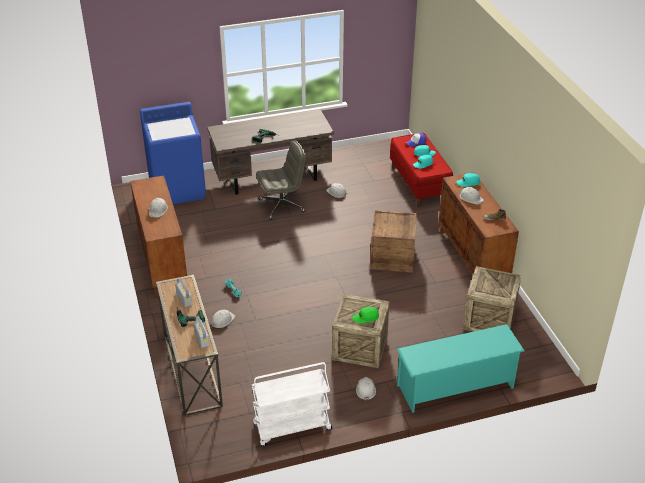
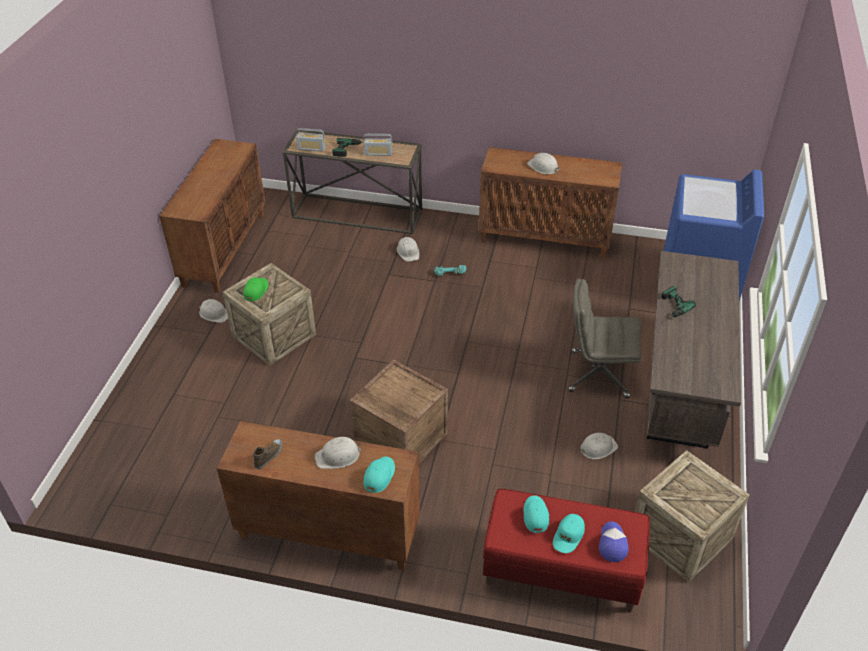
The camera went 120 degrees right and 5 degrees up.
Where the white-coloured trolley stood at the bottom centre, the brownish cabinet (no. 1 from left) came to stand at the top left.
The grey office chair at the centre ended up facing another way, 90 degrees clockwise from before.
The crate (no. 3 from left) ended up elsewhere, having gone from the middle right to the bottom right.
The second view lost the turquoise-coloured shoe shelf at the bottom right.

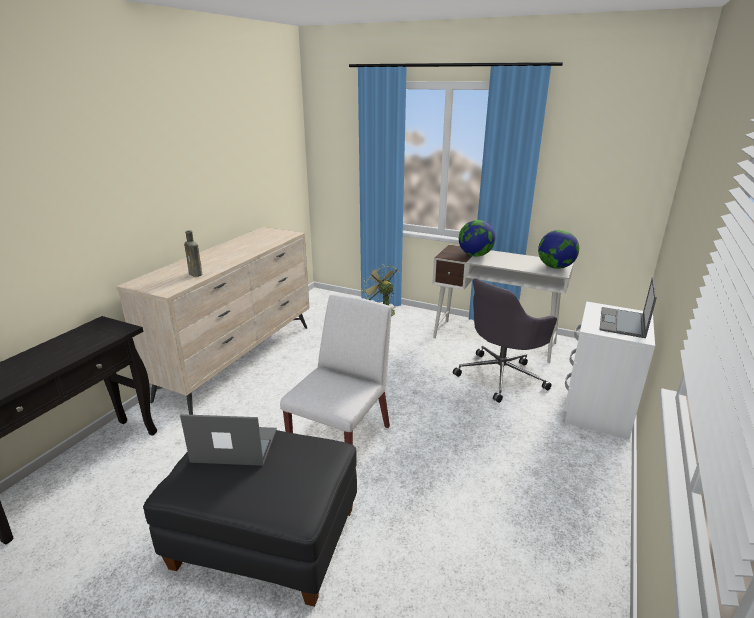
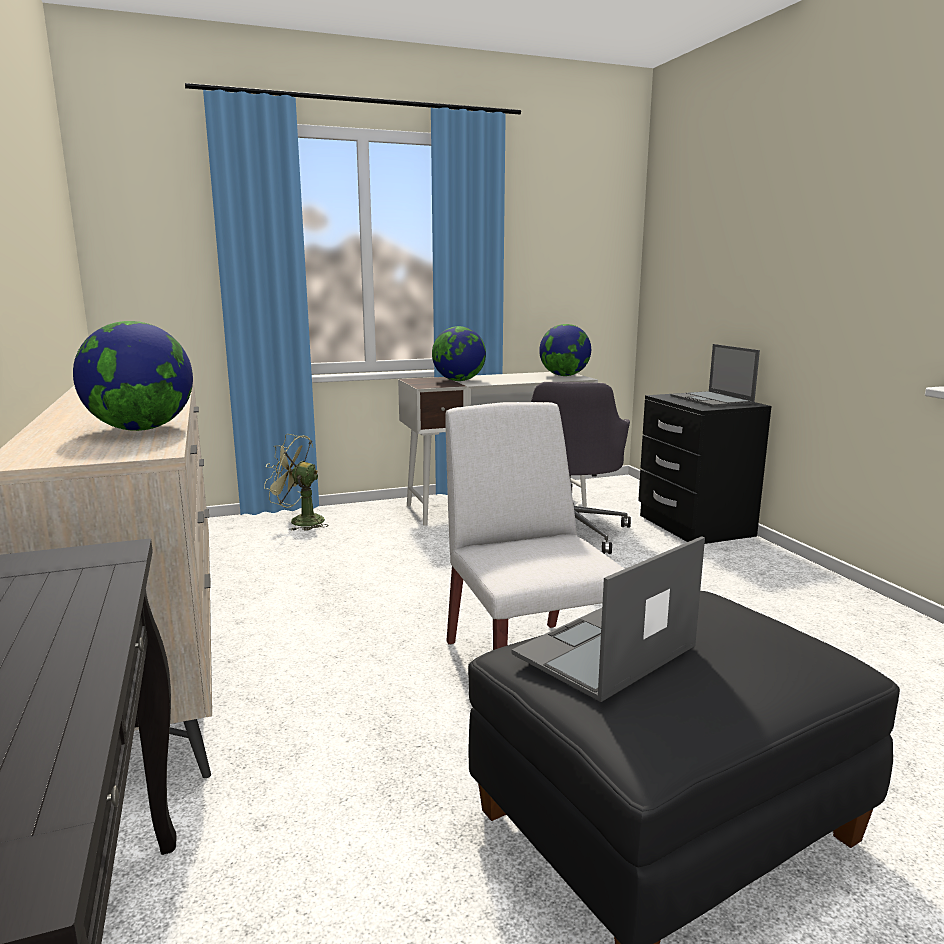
The camera went 45 degrees left and 10 degrees down.
Where the brownish beverage bottle stood at the middle left, the desk globe (no. 1 from left) came to stand at the middle left.
What was the white-coloured bedside table at the middle right turned into the black bedside table at the middle right.

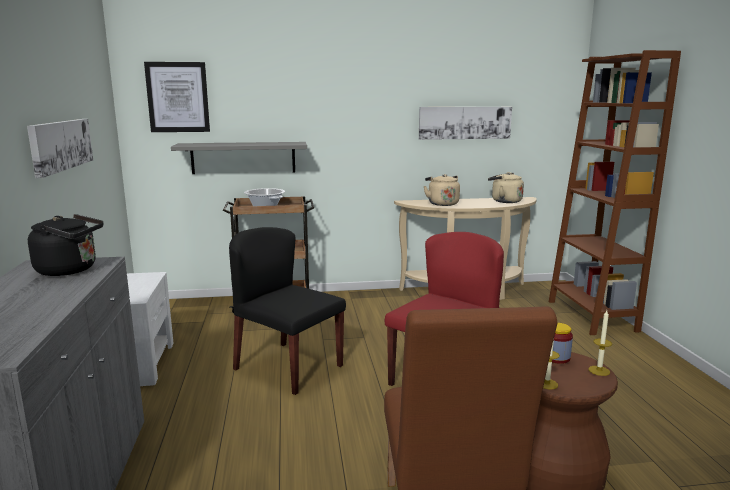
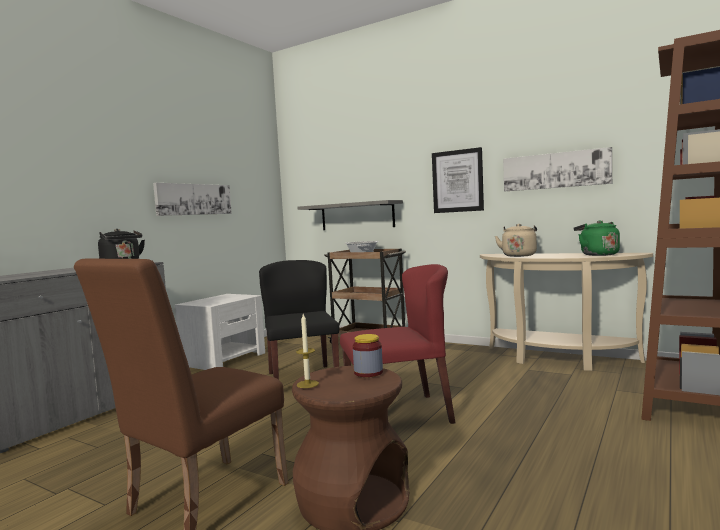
The camera went 40 degrees right and 10 degrees down.
The wall picture (no. 2 from left) ended up elsewhere, having gone from the top left to the centre.
What was the sand-coloured kettle (no. 2 from left) at the middle right turned into the green kettle at the middle right.
The second view lost the wax candle (no. 2 from left) at the bottom right.

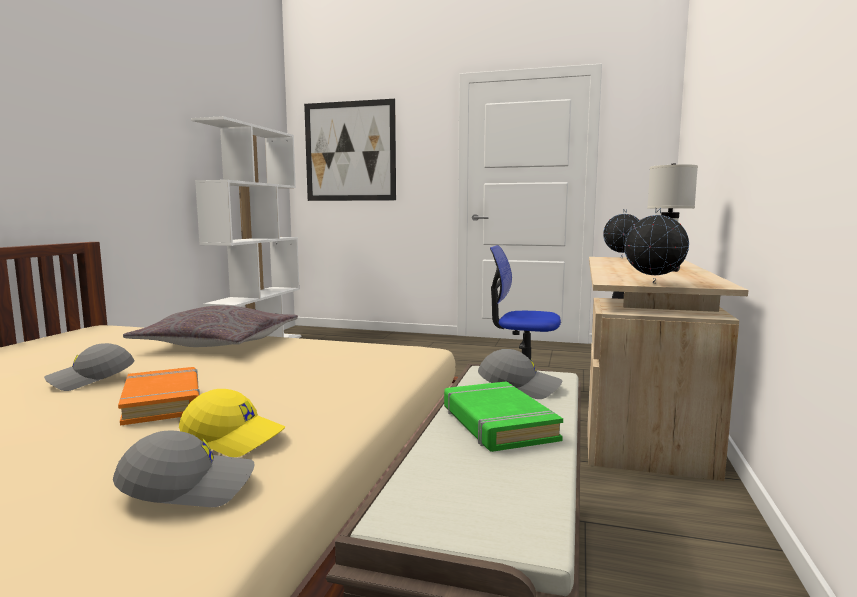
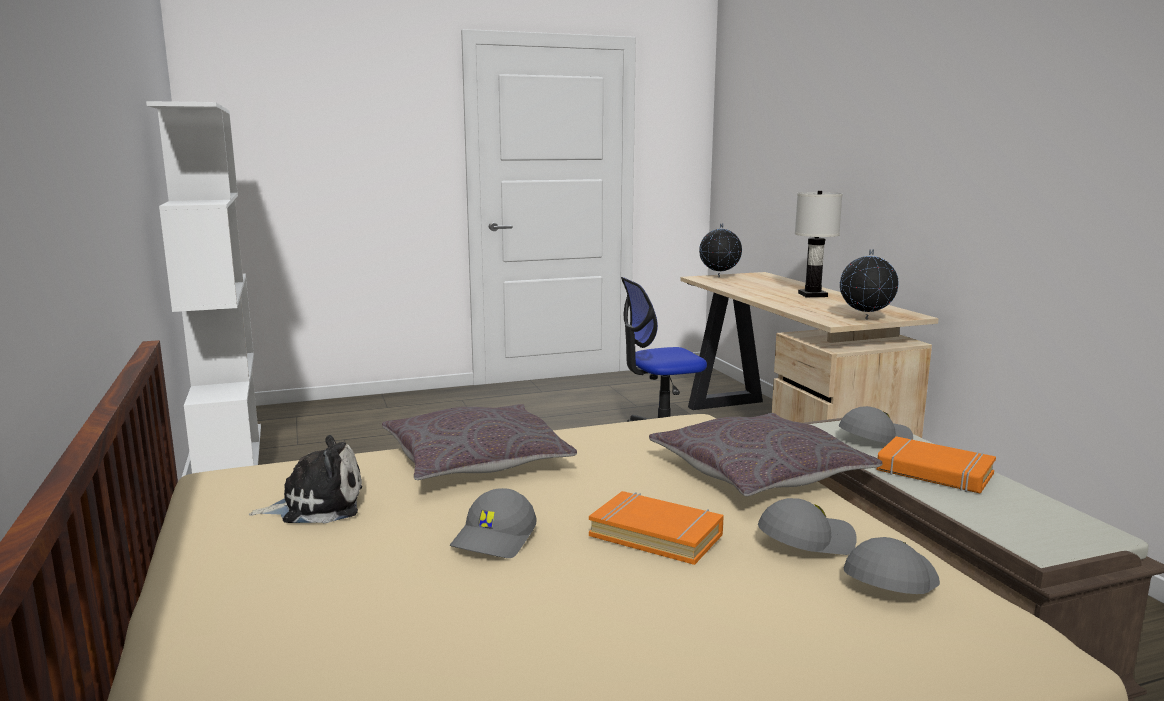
The camera went 35 degrees left and 5 degrees up.
The second view gained the cuddly toy at the bottom left.
The second view gained the grey pillow (no. 2 from left) at the centre.
What was the yellow-coloured baseball cap at the bottom left turned into the grey baseball cap (no. 2 from left) at the bottom right.
What was the green bound book at the bottom centre turned into the orange-coloured bound book (no. 2 from left) at the middle right.
The second view lost the wall picture at the top centre.

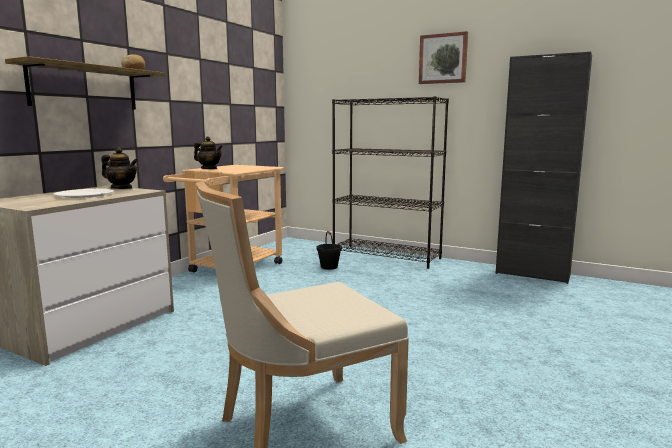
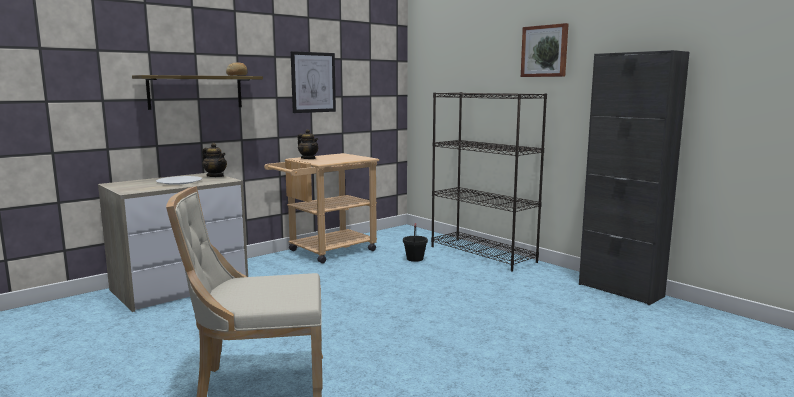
The camera went 20 degrees right and 0 degrees up.
The second view gained the wall picture (no. 1 from left) at the top centre.

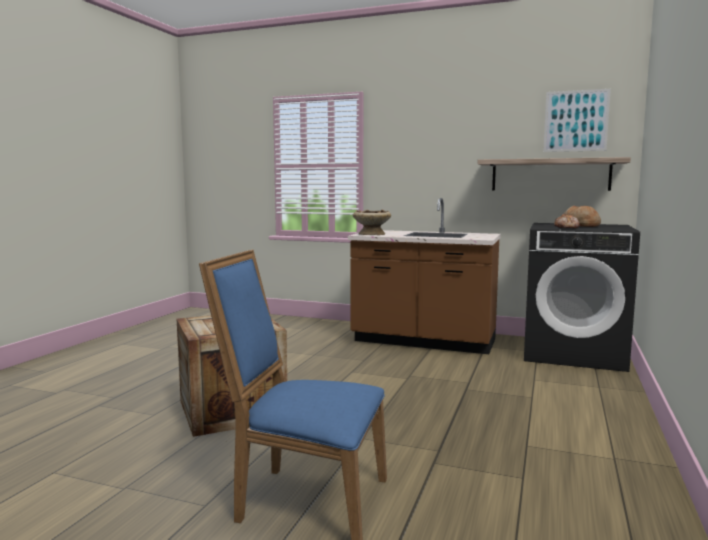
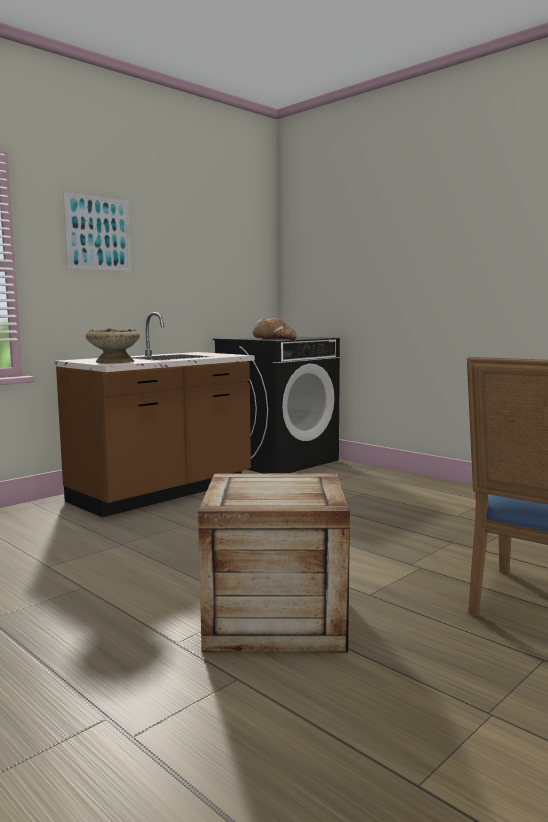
The camera went 65 degrees left and 0 degrees up.
The wall picture ended up elsewhere, having gone from the top right to the top left.
The second view lost the shelf at the top right.

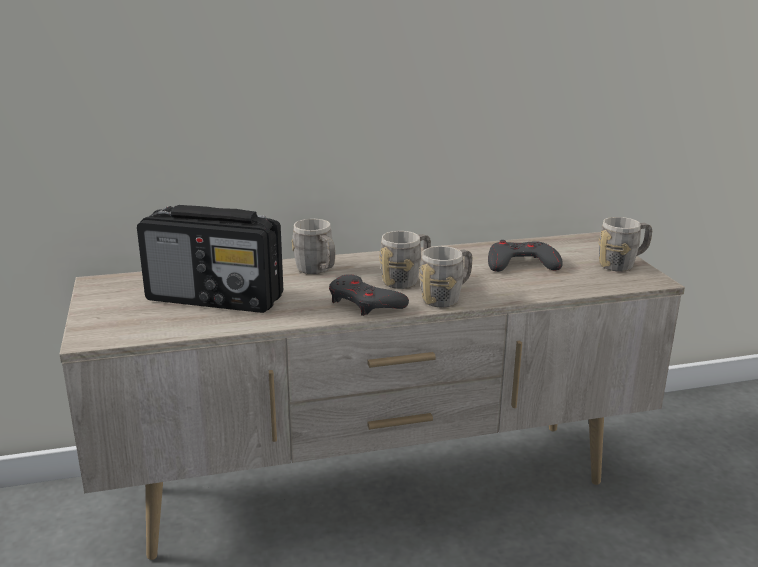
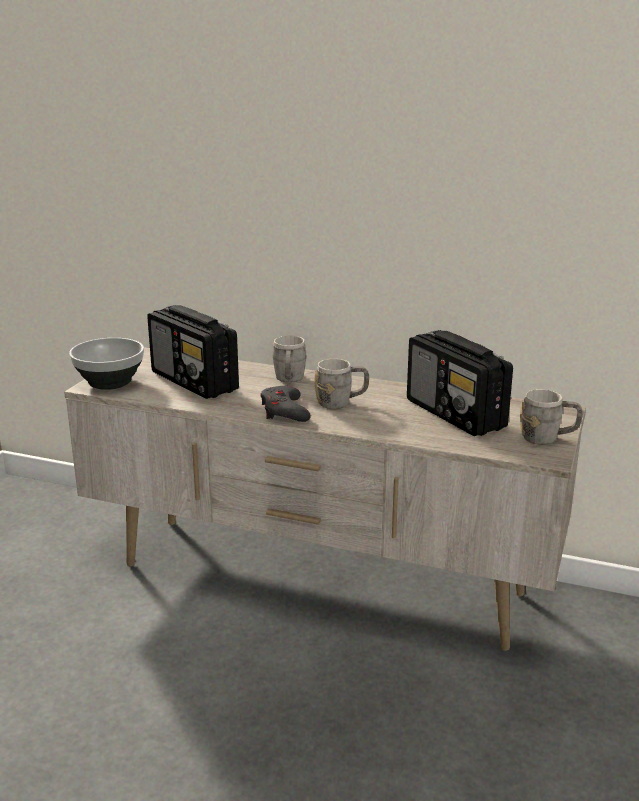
The camera went 35 degrees right and 0 degrees up.
The second view gained the bowl at the middle left.
Where the grey joypad (no. 2 from left) stood at the middle right, the radio set (no. 2 from left) came to stand at the middle right.
The second view lost the grey tea mug (no. 3 from left) at the centre.

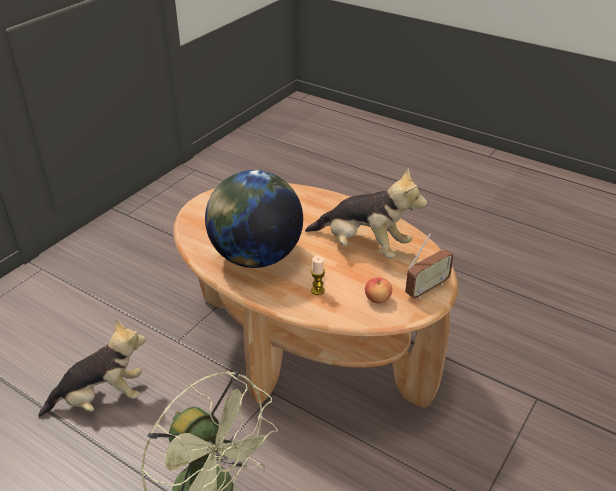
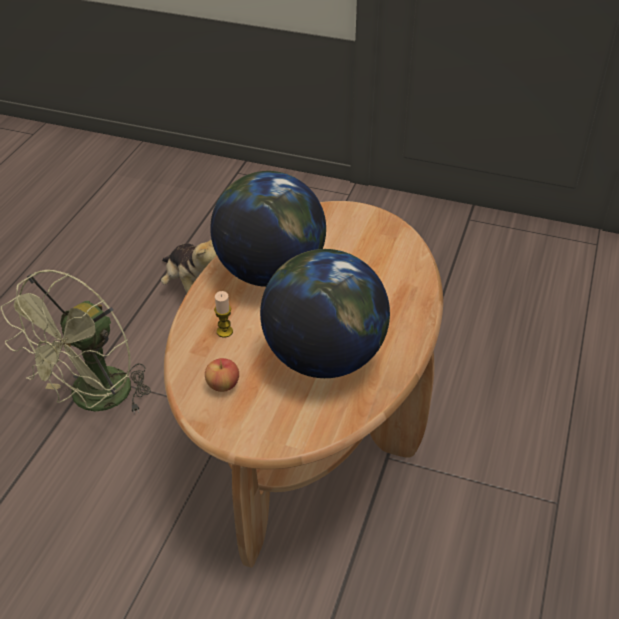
The camera went 75 degrees right and 5 degrees up.
Where the cuddly toy (no. 2 from left) stood at the centre, the desk globe (no. 2 from left) came to stand at the centre.
The second view lost the radio set at the middle right.

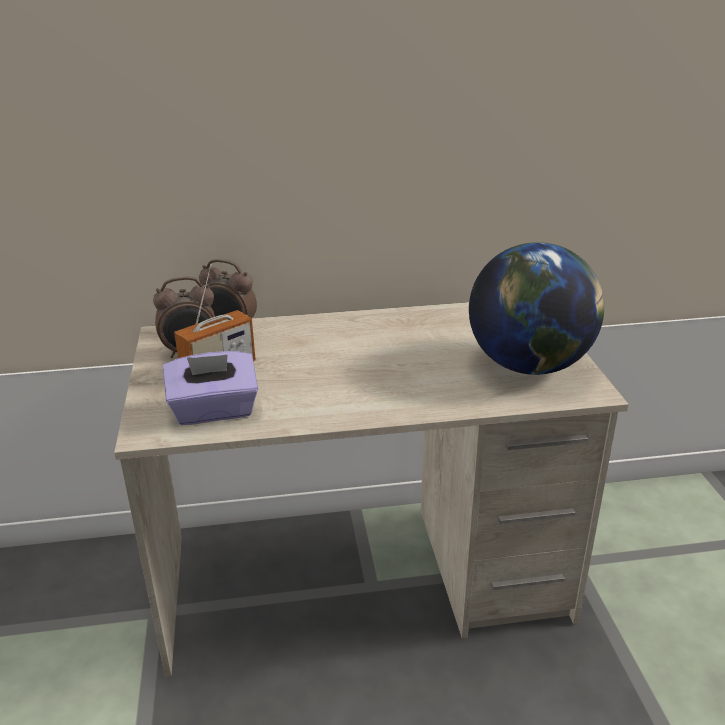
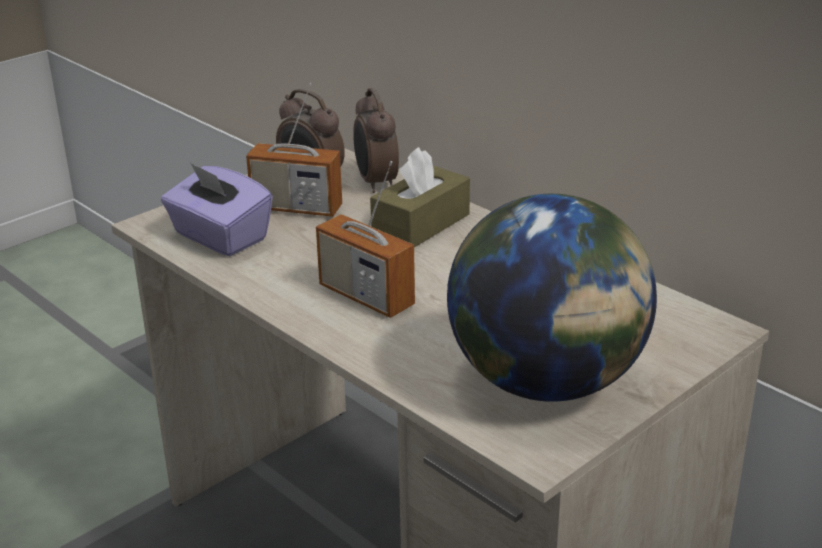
The camera went 55 degrees right and 0 degrees up.
The second view gained the radio set (no. 2 from left) at the centre.
The second view gained the brownish tissue box at the centre.

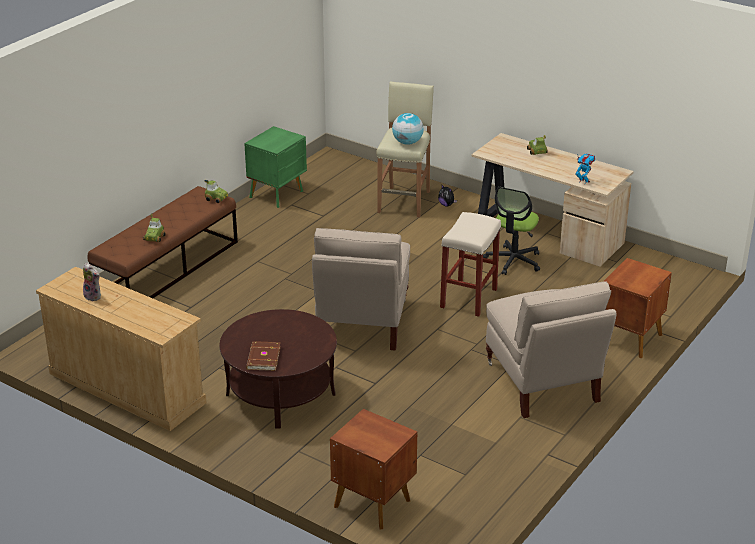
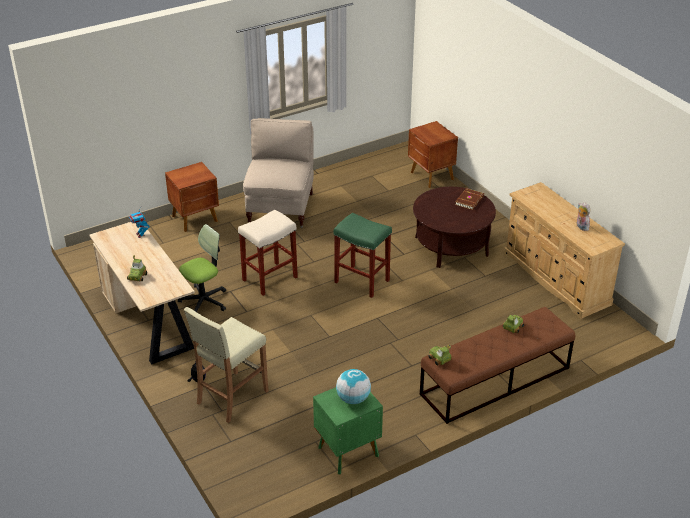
The camera went 155 degrees left and 5 degrees up.
Where the sand-coloured upright chair (no. 1 from left) stood at the centre, the green stool came to stand at the centre.
The desk globe ended up elsewhere, having gone from the top centre to the bottom centre.

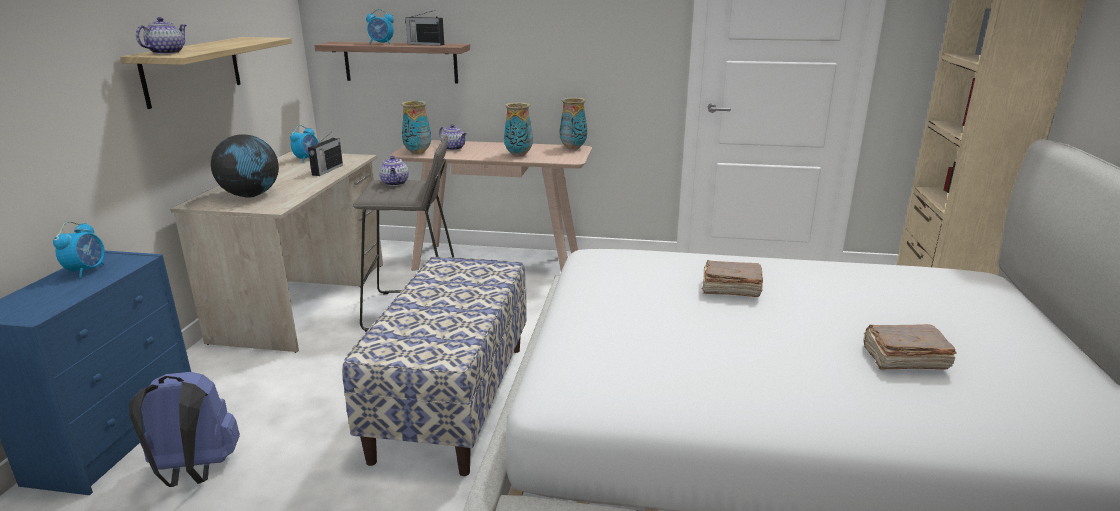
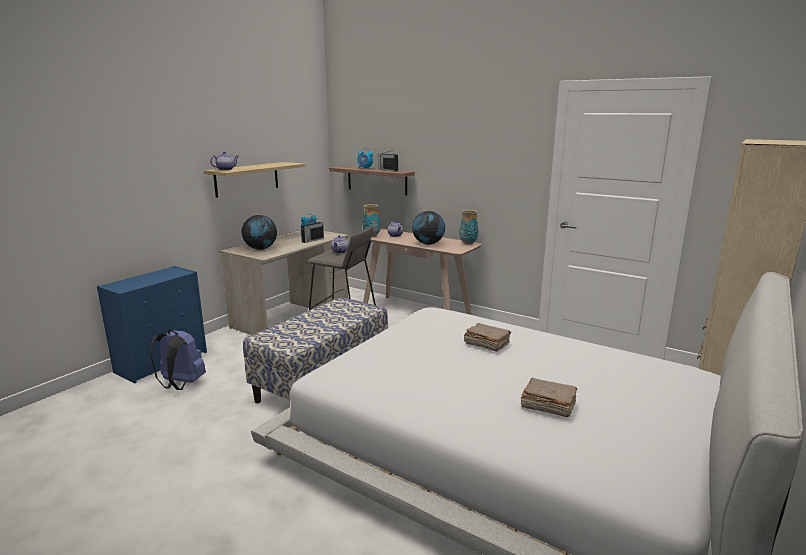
The camera went 25 degrees right and 5 degrees down.
Where the vase (no. 2 from left) stood at the top centre, the desk globe (no. 2 from left) came to stand at the centre.
The second view lost the alarm clock (no. 1 from left) at the middle left.

